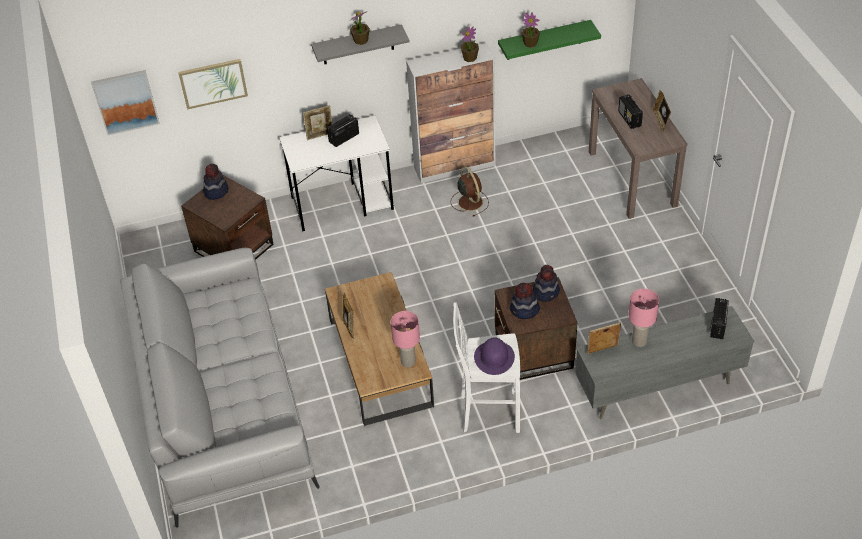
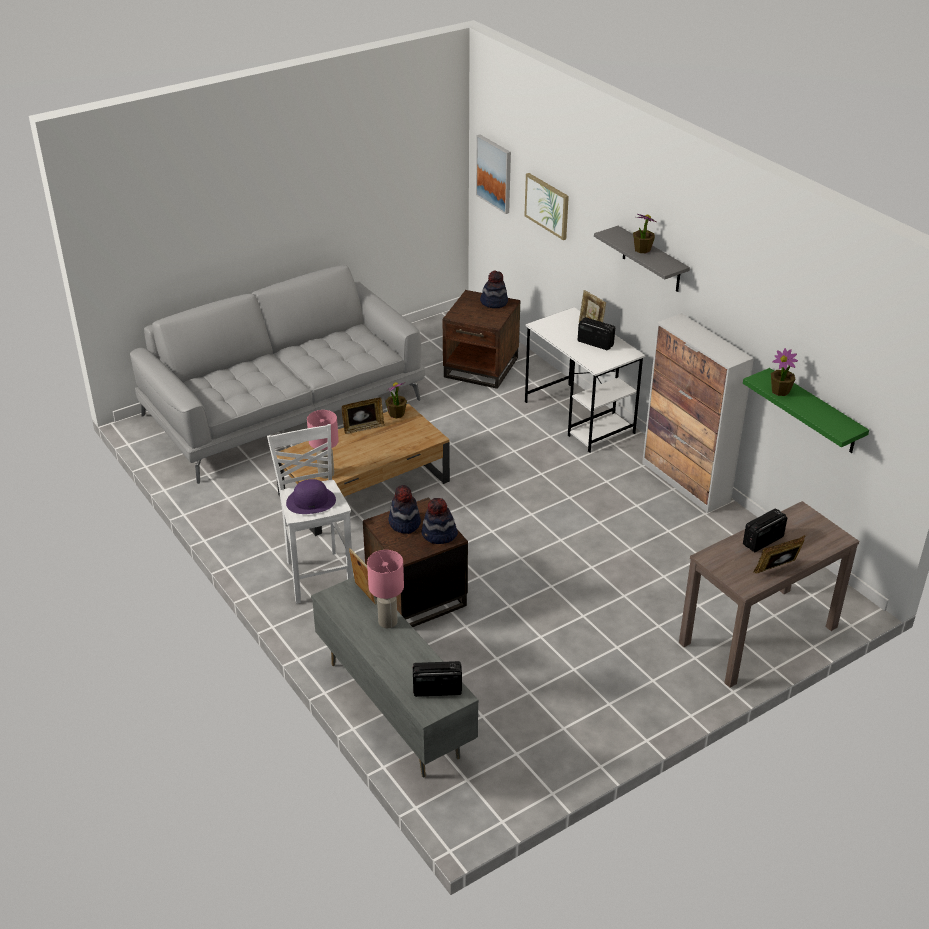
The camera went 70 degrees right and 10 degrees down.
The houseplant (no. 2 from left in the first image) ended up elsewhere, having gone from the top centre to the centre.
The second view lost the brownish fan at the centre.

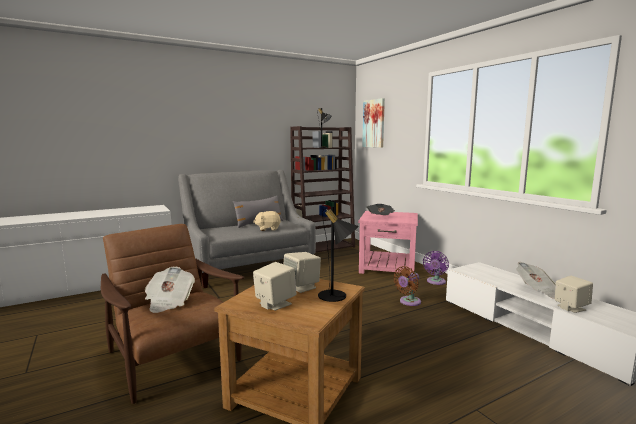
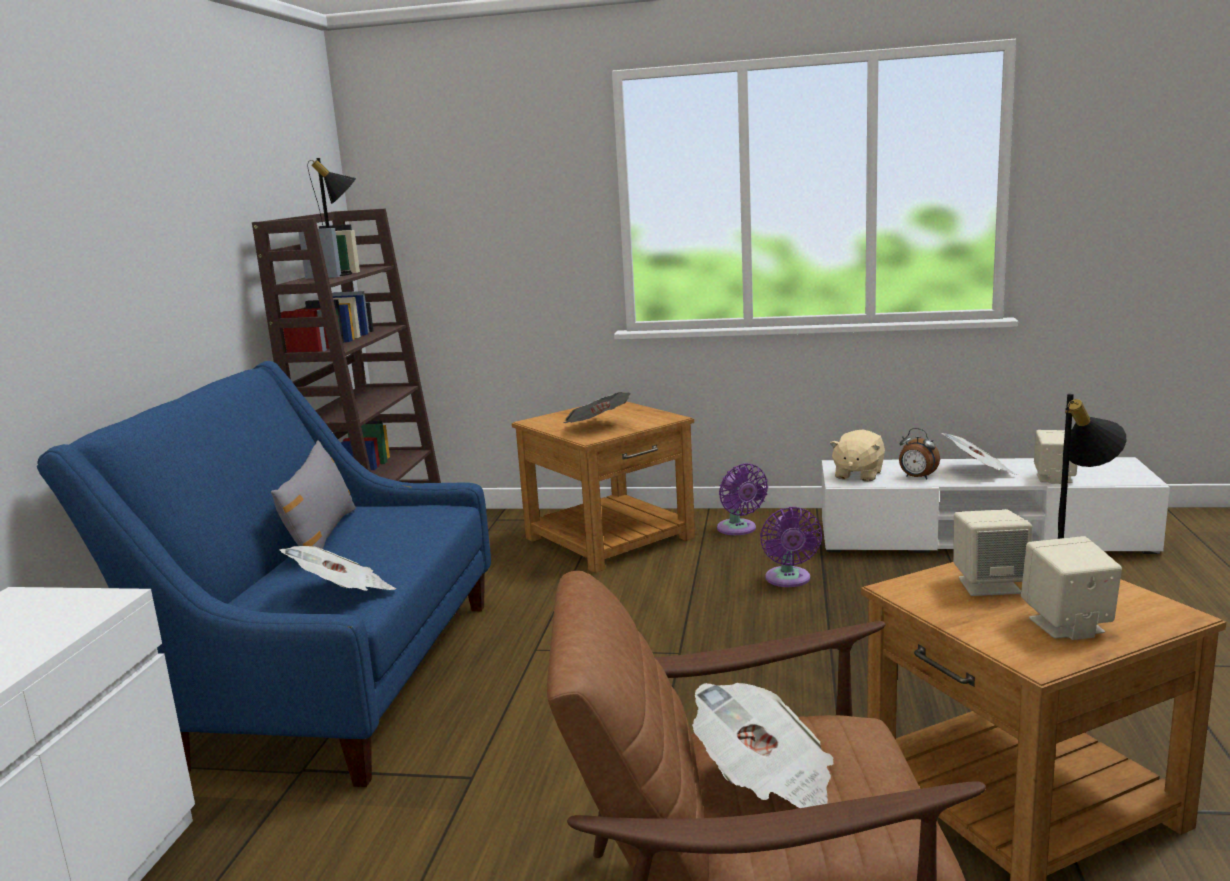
The camera went 50 degrees left and 5 degrees up.
What was the grey sofa at the centre turned into the blue-coloured sofa at the middle left.
The second view gained the printed paper (no. 1 from left) at the middle left.
What was the pink-coloured accent table at the centre turned into the brownish accent table (no. 1 from left) at the centre.
What was the brownish fan at the bottom centre turned into the purple fan (no. 2 from left) at the centre.
The sand-coloured cuddly toy ended up elsewhere, having gone from the centre to the middle right.
The second view gained the alarm clock at the middle right.
The second view lost the wall picture at the top centre.

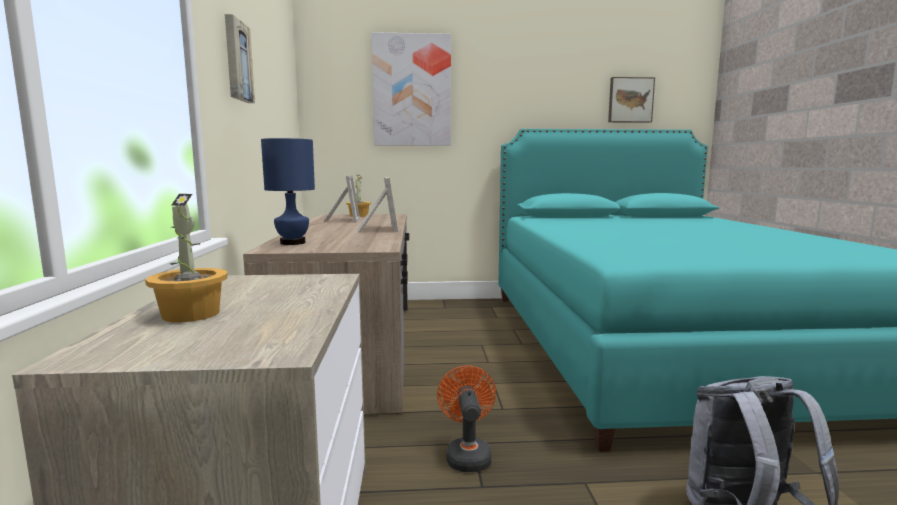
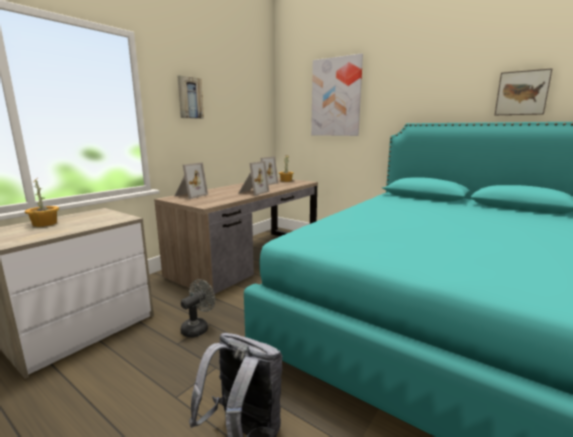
The camera went 40 degrees right and 5 degrees up.
Where the blue-coloured table lamp stood at the middle left, the picture frame (no. 1 from left) came to stand at the centre.
What was the orange-coloured fan at the bottom centre turned into the grey fan at the bottom centre.

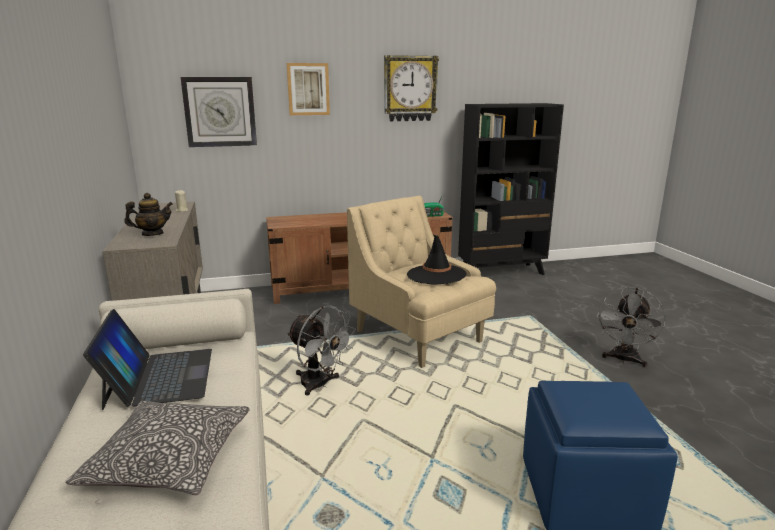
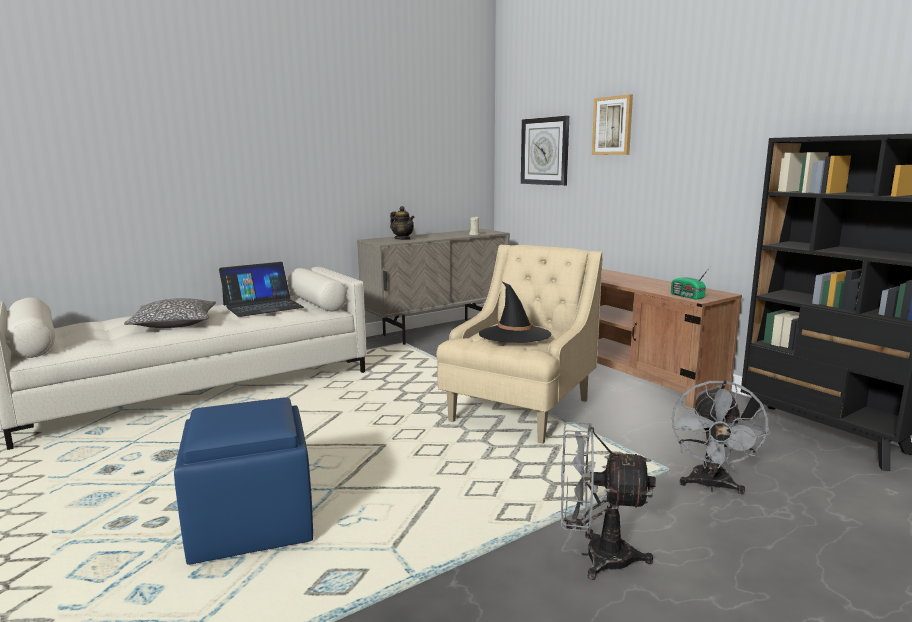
The camera went 70 degrees right and 5 degrees down.
The grey fan (no. 1 from left in the first image) ended up elsewhere, having gone from the centre to the bottom right.
The second view lost the clock on the wall (no. 2 from left) at the top centre.

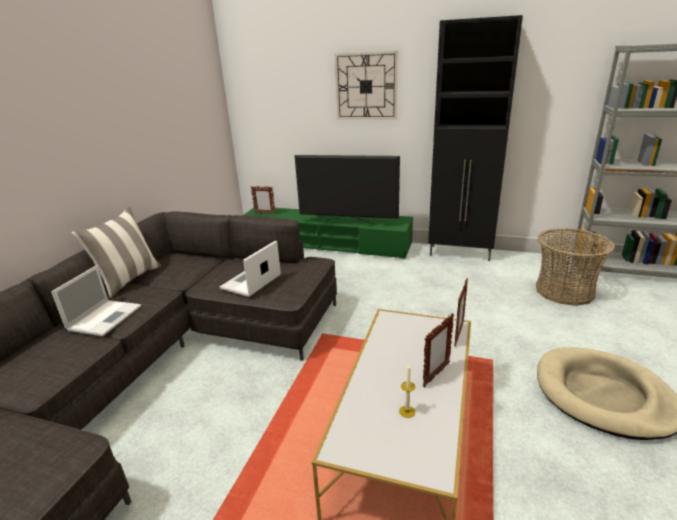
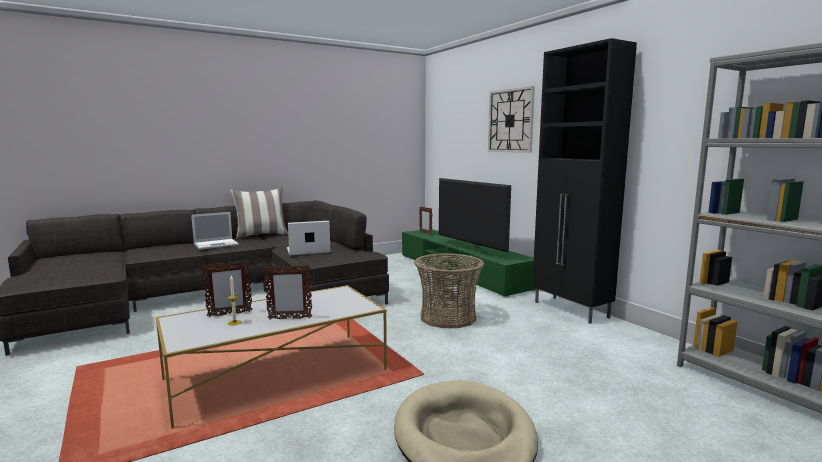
The camera went 40 degrees right and 15 degrees down.
The picture frame (no. 3 from left in the first image) ended up elsewhere, having gone from the middle right to the middle left.
The household basket ended up elsewhere, having gone from the middle right to the centre.

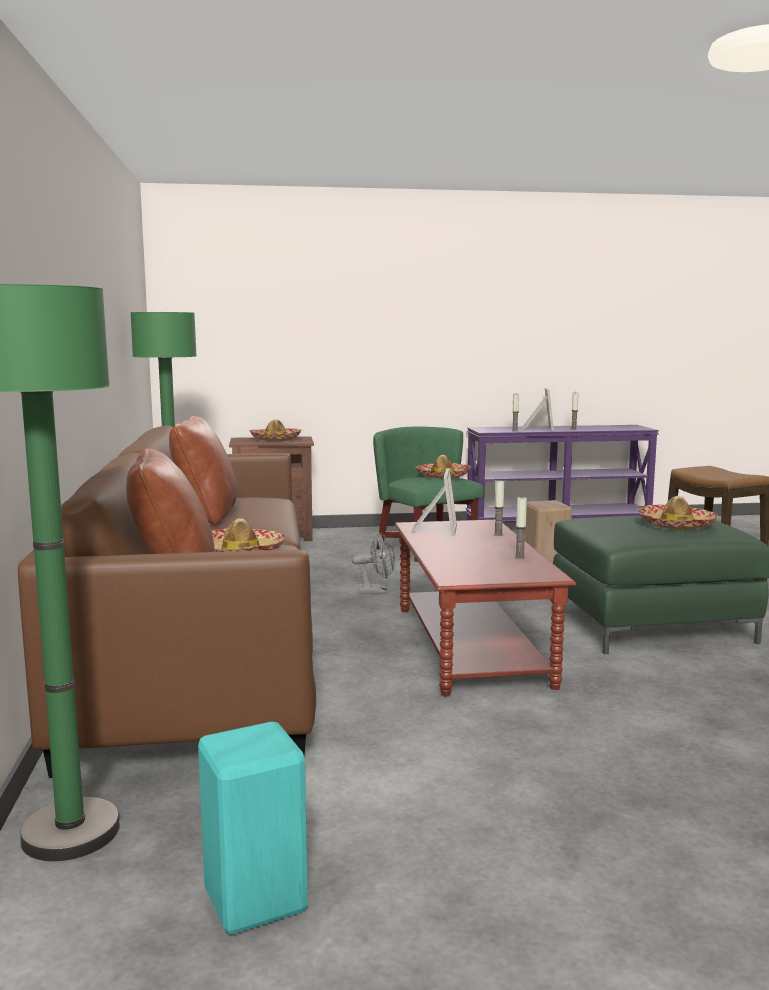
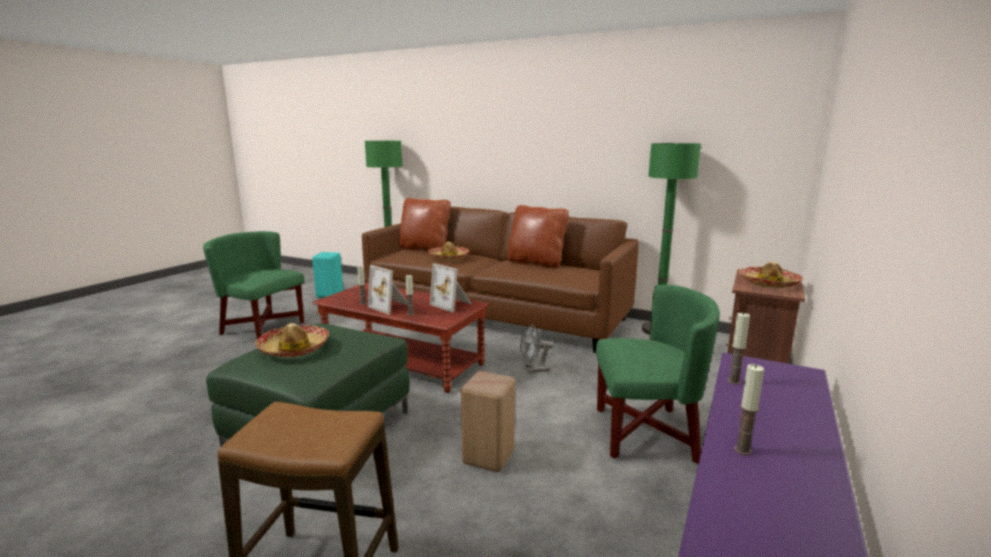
The camera went 125 degrees right and 5 degrees up.
The second view gained the green armchair (no. 1 from left) at the middle left.
The picture frame (no. 2 from left in the first image) ended up elsewhere, having gone from the middle right to the centre.
The grey fan at the centre ended up facing another way, 45 degrees clockwise from before.
The second view lost the clothing hat (no. 3 from left) at the centre.

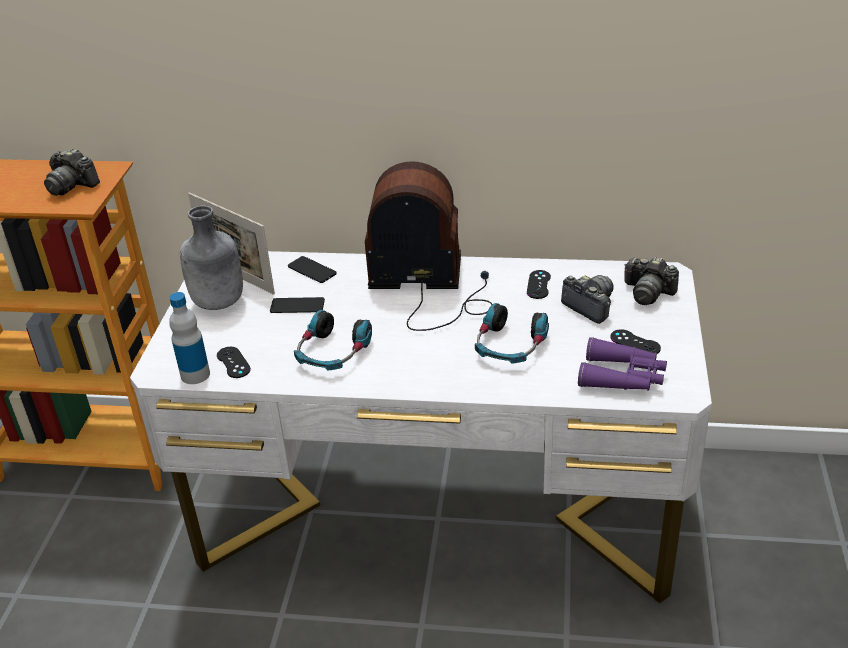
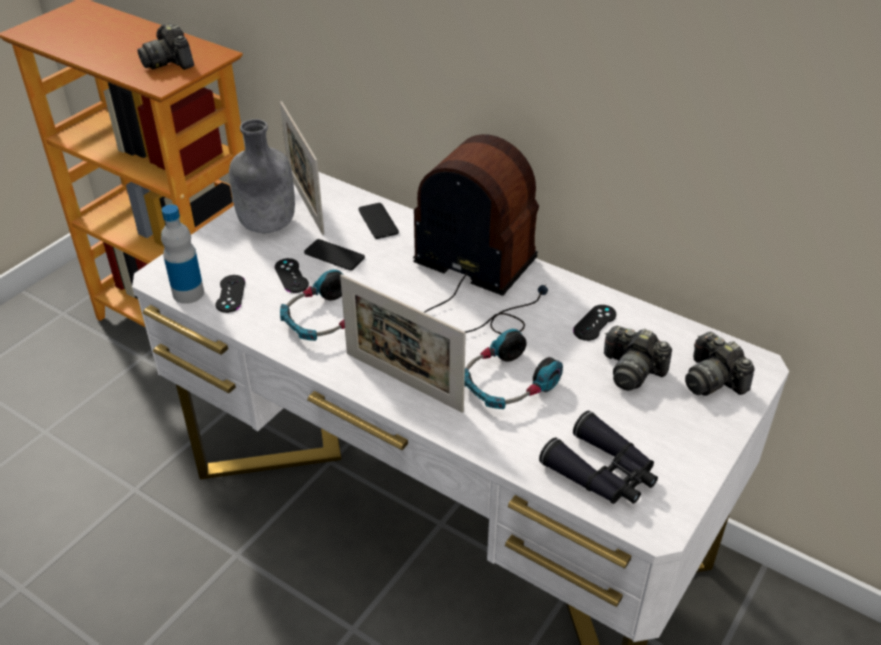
The camera went 25 degrees right and 5 degrees up.
The black joypad (no. 3 from left in the first image) ended up elsewhere, having gone from the middle right to the middle left.
The second view gained the picture frame (no. 2 from left) at the centre.
What was the purple pair of binoculars at the middle right turned into the black pair of binoculars at the bottom right.
The still camera (no. 2 from left) at the middle right ended up facing another way, 135 degrees clockwise from before.

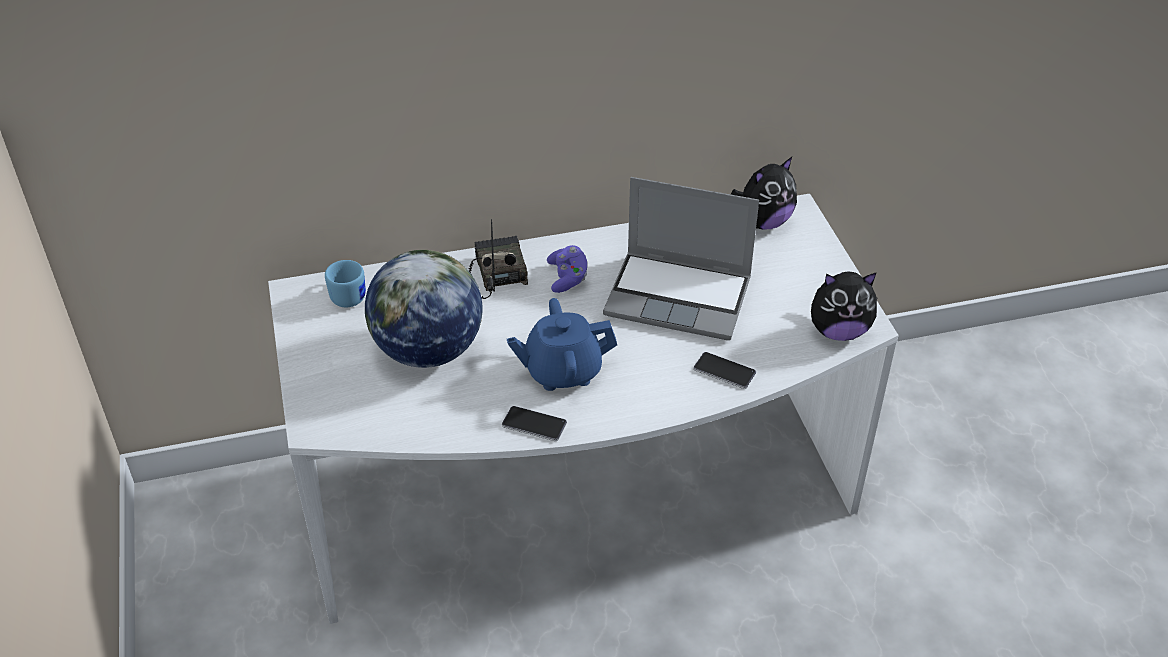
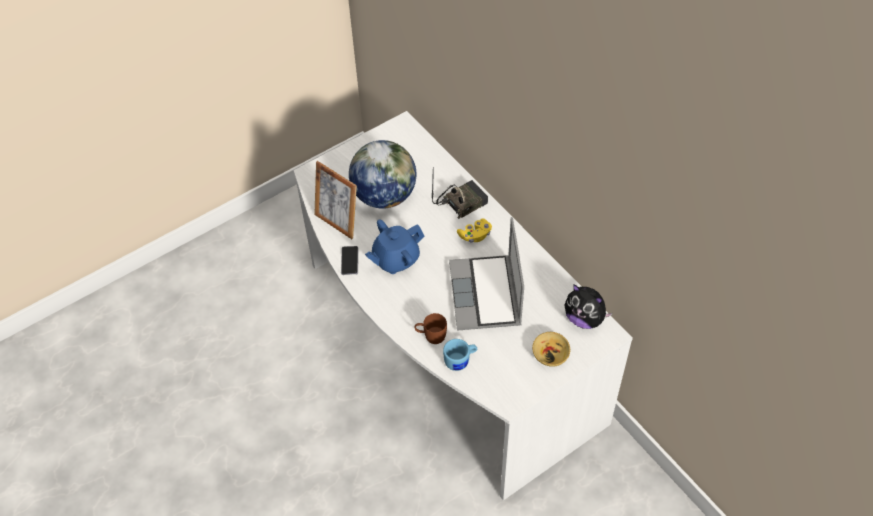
The camera went 70 degrees right and 10 degrees up.
The second view gained the picture frame at the centre.
The blue-coloured tea pot at the centre ended up facing another way, 90 degrees counterclockwise from before.
Where the phone (no. 2 from left) stood at the centre, the brownish tea mug came to stand at the centre.
The blue-coloured tea mug ended up elsewhere, having gone from the middle left to the bottom centre.
What was the purple joypad at the centre turned into the yellow-coloured joypad at the centre.
The second view gained the sand-coloured bowl at the bottom centre.
The second view lost the cuddly toy (no. 2 from left) at the middle right.

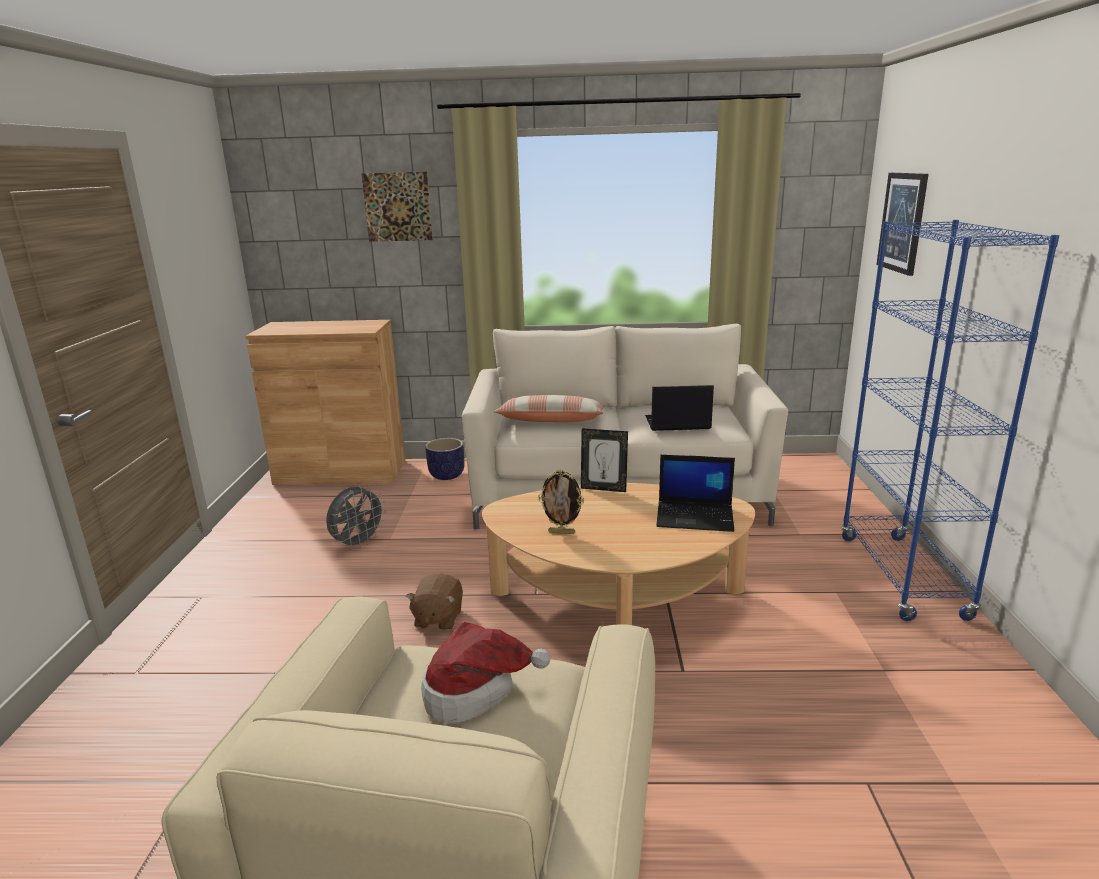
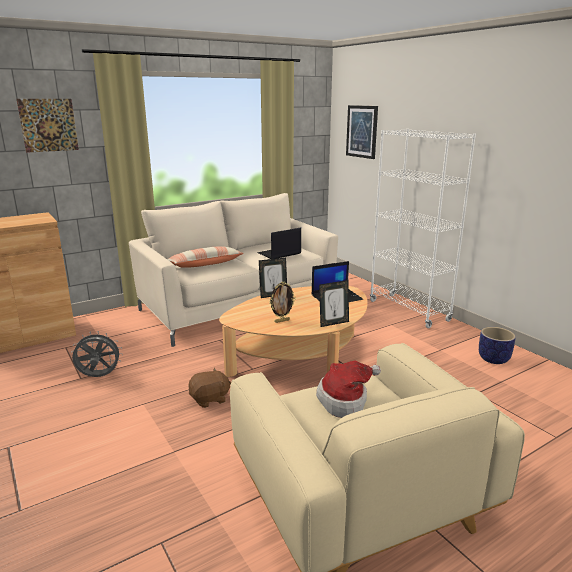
The camera went 35 degrees left and 0 degrees up.
The grey fan at the middle left ended up facing another way, 105 degrees counterclockwise from before.
The brownish cuddly toy at the bottom centre ended up facing another way, 90 degrees counterclockwise from before.
The second view gained the picture frame (no. 3 from left) at the centre.
What was the blue-coloured shelving unit at the middle right turned into the white-coloured shelving unit at the middle right.
The planter ended up elsewhere, having gone from the centre to the middle right.

